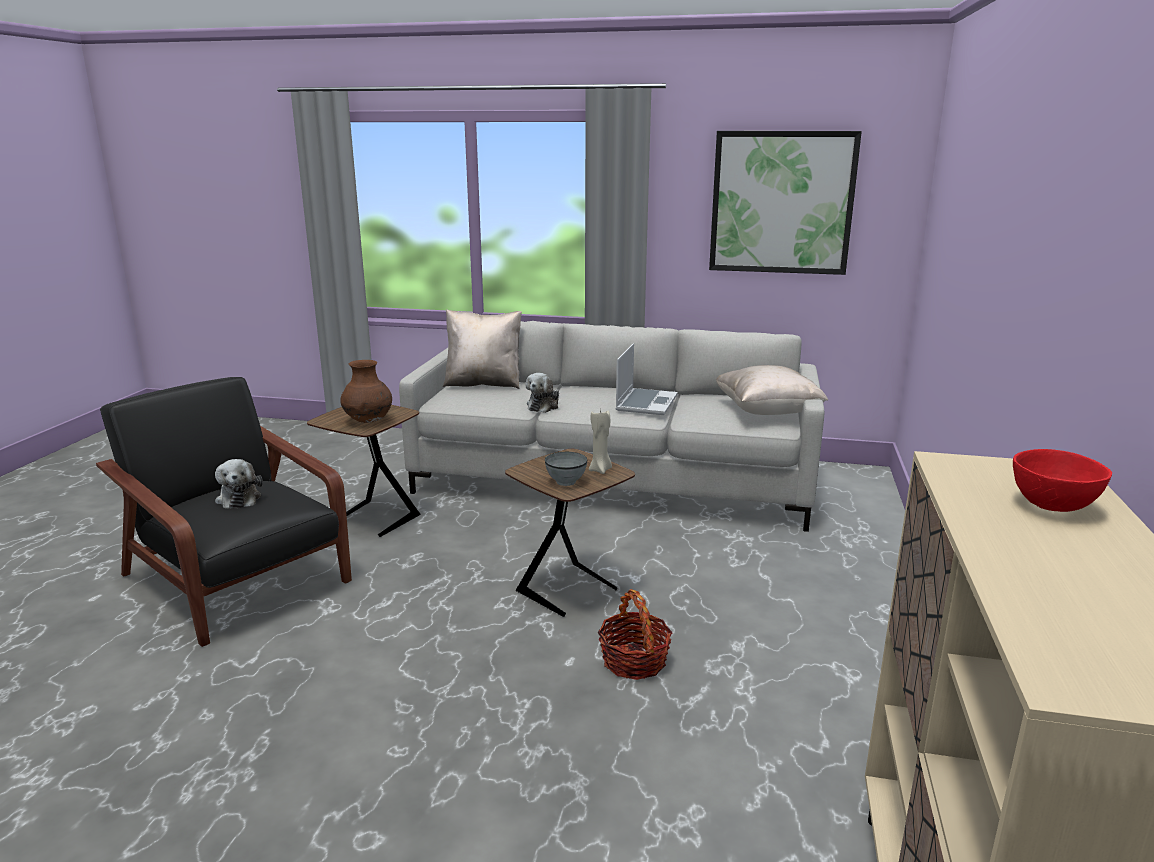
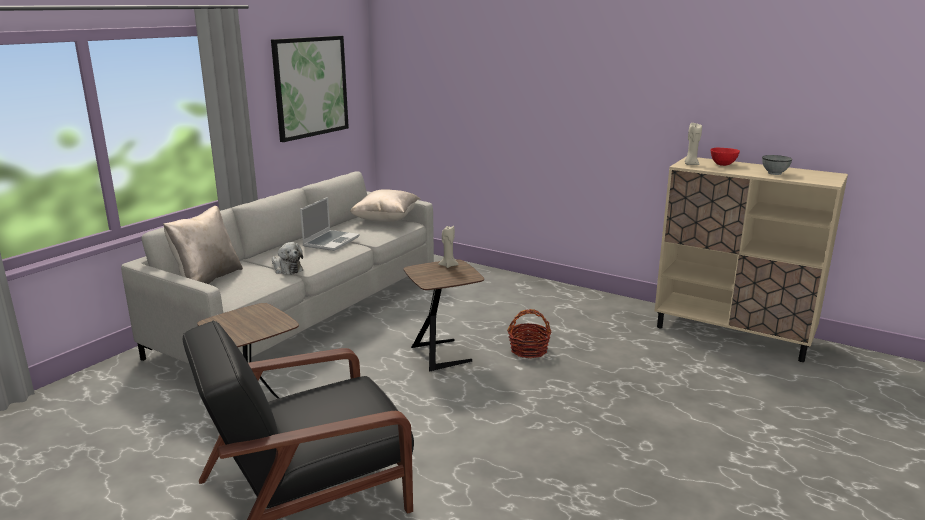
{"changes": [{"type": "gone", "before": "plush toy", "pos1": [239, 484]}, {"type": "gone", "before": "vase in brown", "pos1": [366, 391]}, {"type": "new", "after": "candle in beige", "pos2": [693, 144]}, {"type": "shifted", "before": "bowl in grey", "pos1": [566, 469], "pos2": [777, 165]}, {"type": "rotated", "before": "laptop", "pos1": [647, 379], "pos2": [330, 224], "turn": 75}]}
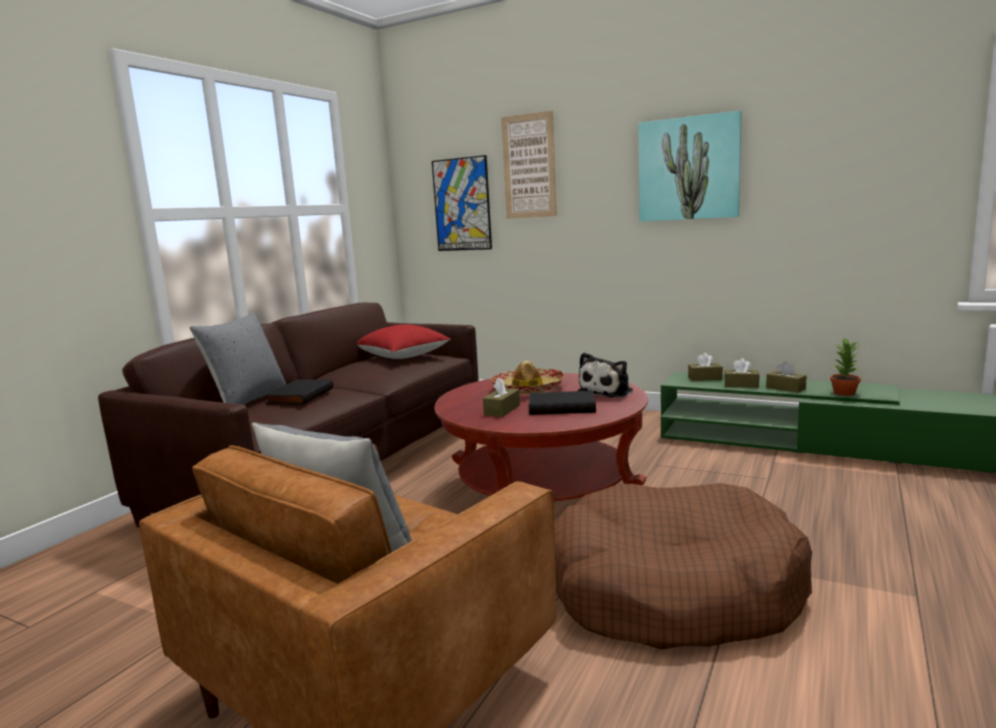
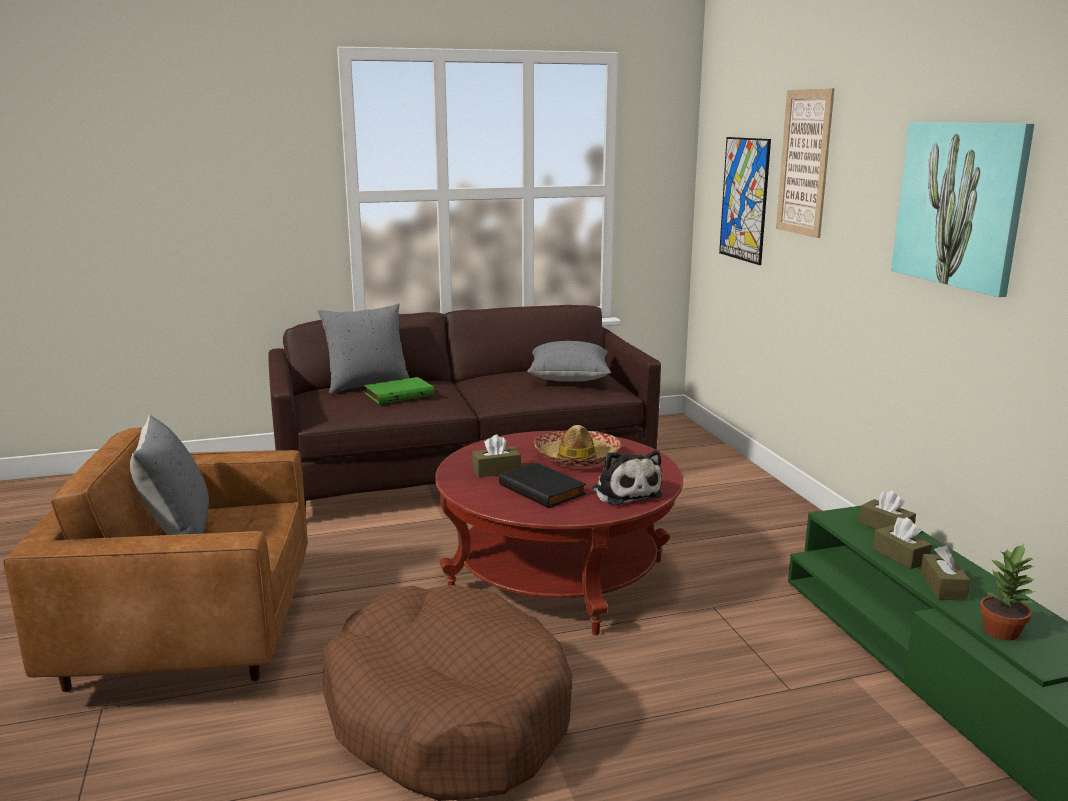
{"changes": [{"type": "repainted", "before": "book in black", "after": "book in green", "pos1": [299, 392], "pos2": [399, 390]}, {"type": "repainted", "before": "pillow in red", "after": "pillow in grey", "pos1": [404, 341], "pos2": [569, 361]}, {"type": "rotated", "before": "plush toy", "pos1": [605, 374], "pos2": [627, 478], "turn": -105}]}
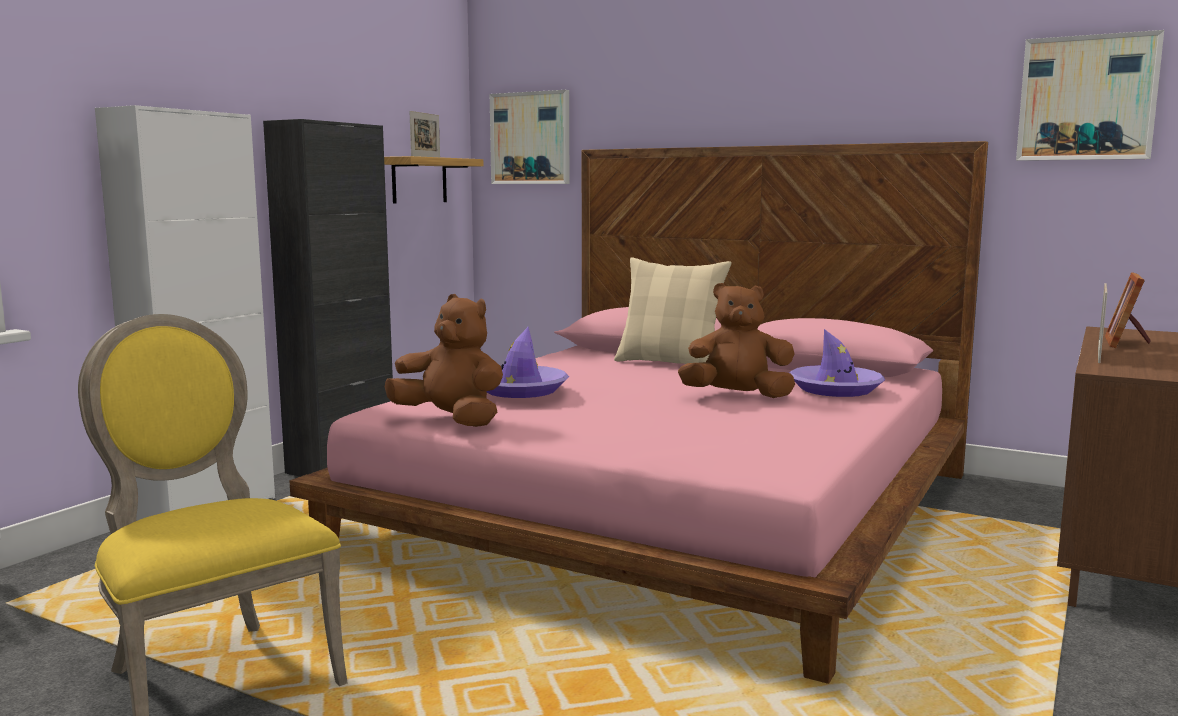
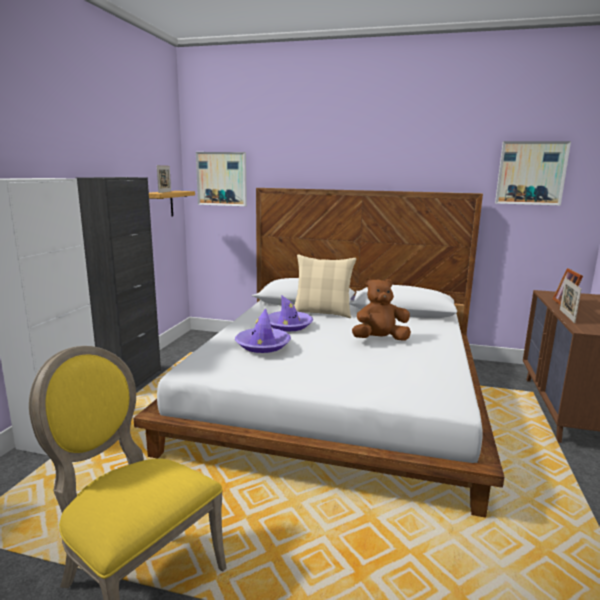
{"changes": [{"type": "gone", "before": "plush toy in brown", "pos1": [444, 360]}, {"type": "shifted", "before": "hat in purple", "pos1": [837, 363], "pos2": [290, 314]}, {"type": "repainted", "before": "bed in pink", "after": "bed in white", "pos1": [638, 412], "pos2": [318, 353]}]}
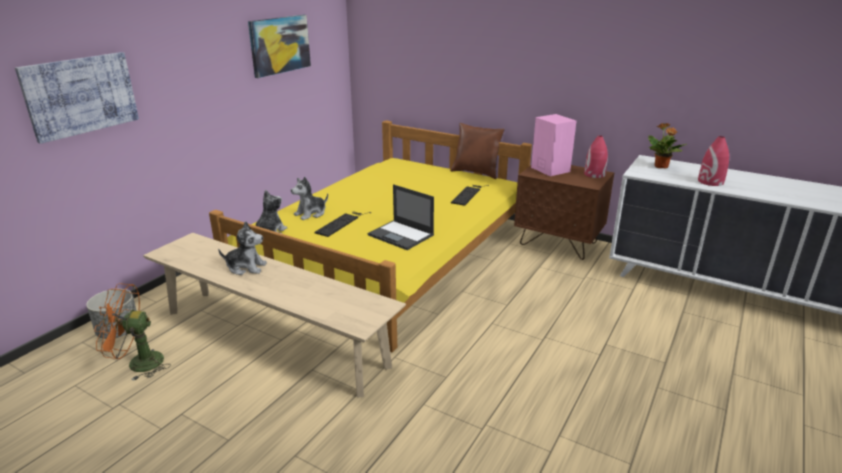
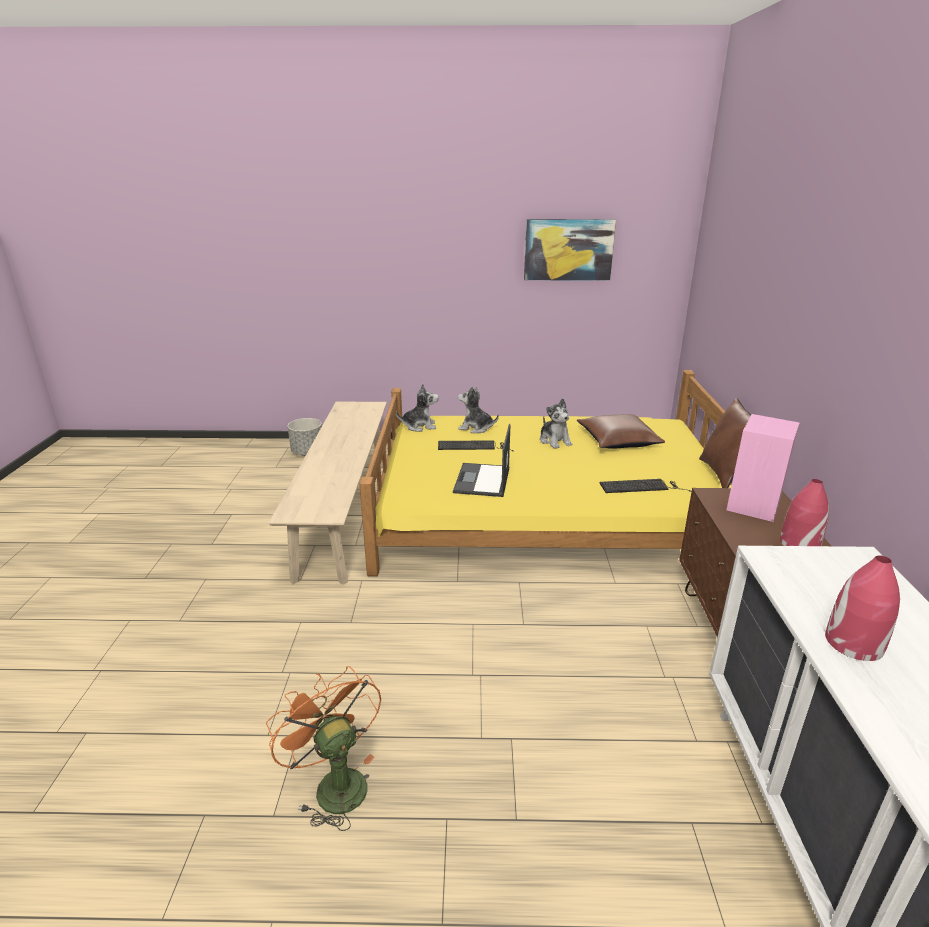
{"changes": [{"type": "gone", "before": "picture", "pos1": [77, 98]}, {"type": "gone", "before": "potted plant", "pos1": [667, 146]}, {"type": "new", "after": "pillow in brown", "pos2": [621, 431]}, {"type": "shifted", "before": "fan in orange", "pos1": [132, 332], "pos2": [323, 748]}, {"type": "shifted", "before": "plush toy", "pos1": [242, 248], "pos2": [556, 423]}]}
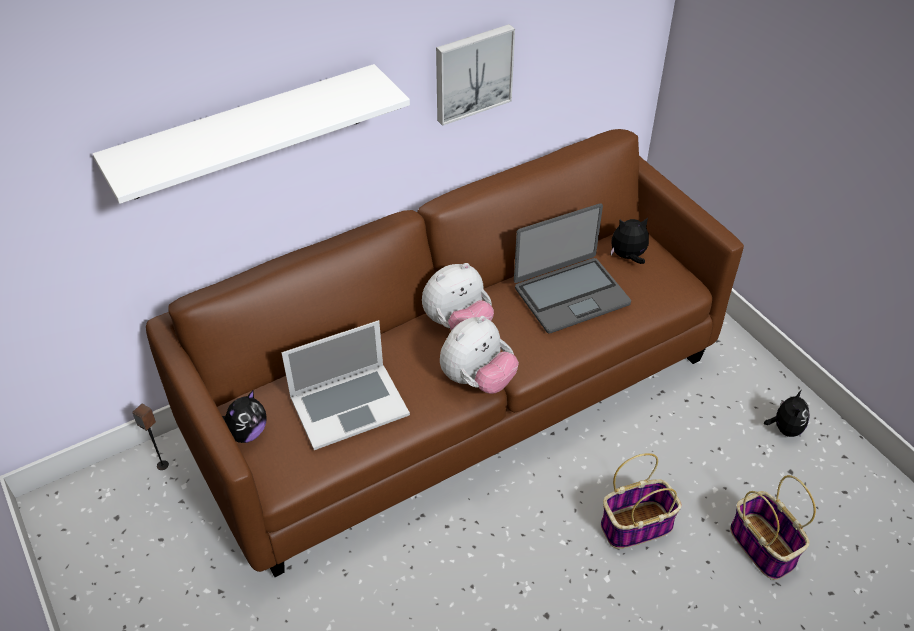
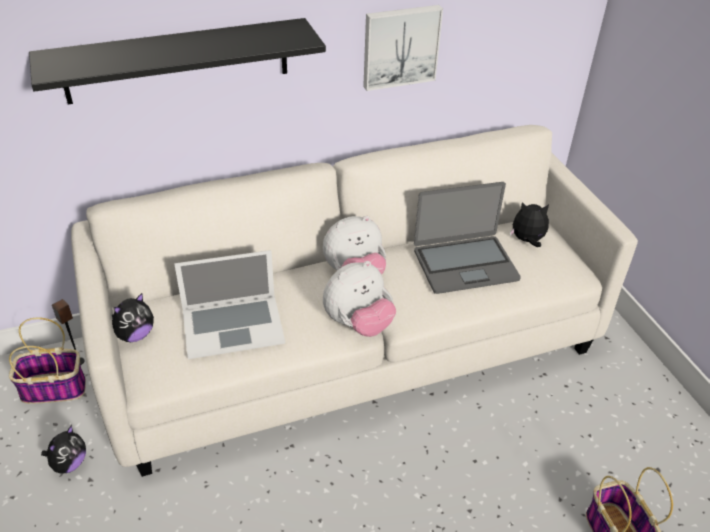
{"changes": [{"type": "shifted", "before": "basket", "pos1": [641, 501], "pos2": [47, 361]}, {"type": "shifted", "before": "plush toy", "pos1": [787, 413], "pos2": [63, 449]}, {"type": "repainted", "before": "shelf in white", "after": "shelf in black", "pos1": [251, 134], "pos2": [177, 61]}, {"type": "repainted", "before": "sofa in brown", "after": "sofa in white", "pos1": [445, 353], "pos2": [354, 301]}]}
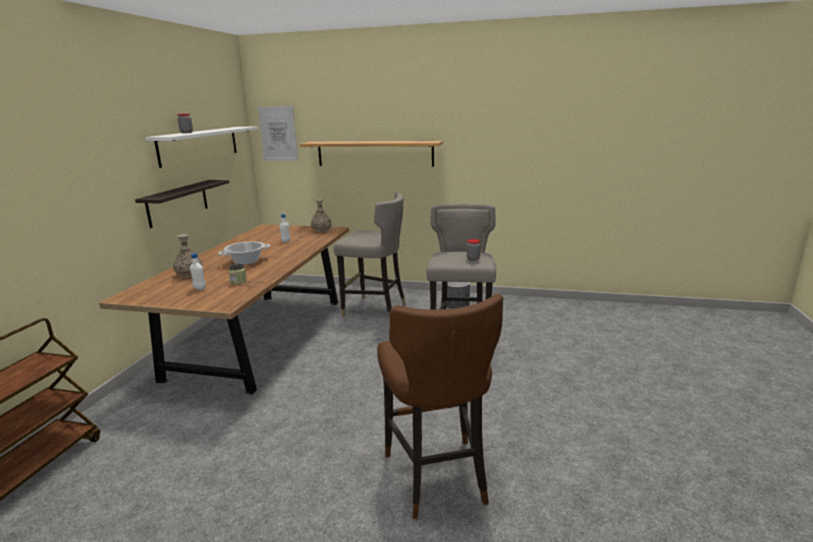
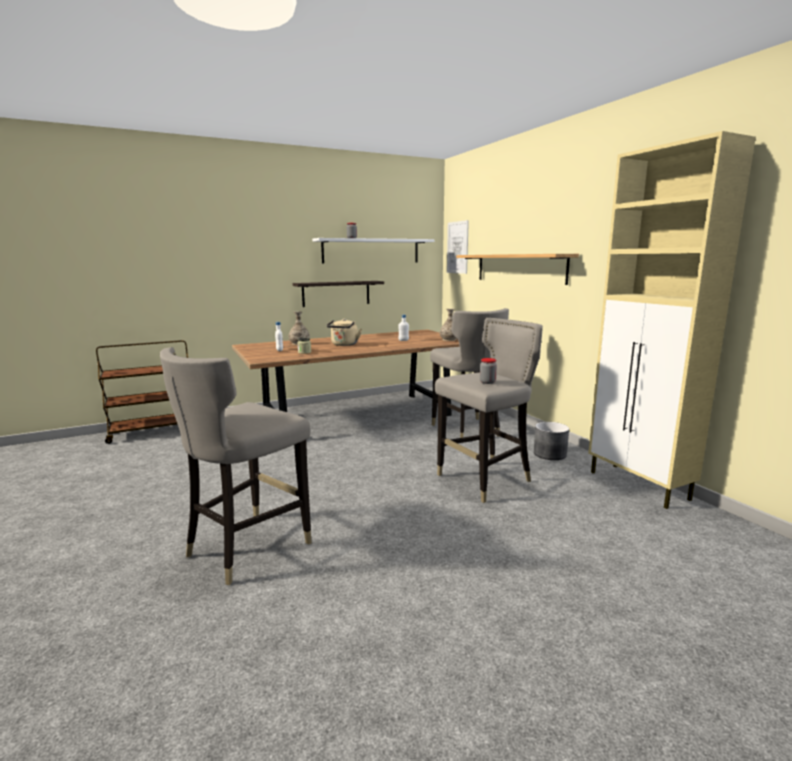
{"changes": [{"type": "new", "after": "cabinet in beige", "pos2": [672, 320]}, {"type": "swapped", "before": "cooking pot", "after": "kettle in beige", "pos1": [244, 253], "pos2": [344, 332]}, {"type": "repainted", "before": "stool in brown", "after": "stool in grey", "pos1": [440, 406], "pos2": [236, 466]}]}
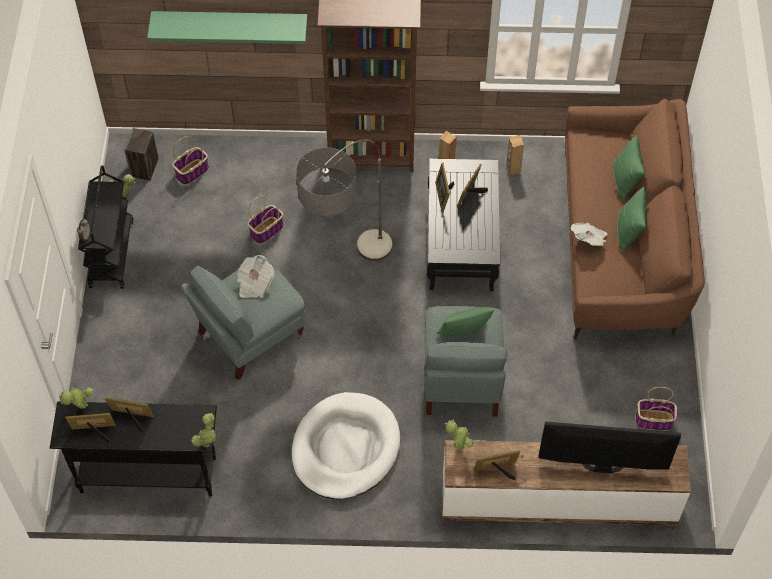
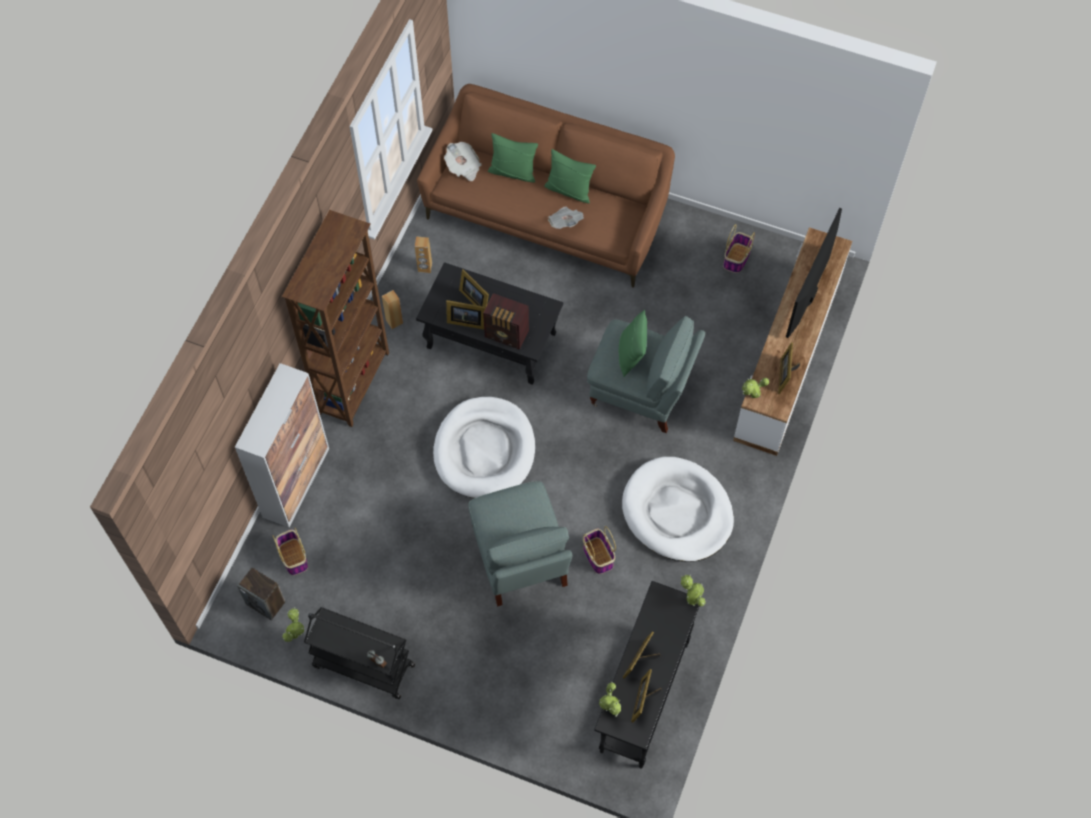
{"changes": [{"type": "gone", "before": "shelf in green", "pos1": [227, 27]}, {"type": "new", "after": "cabinet", "pos2": [282, 445]}, {"type": "new", "after": "radio", "pos2": [506, 321]}, {"type": "shifted", "before": "newspaper", "pos1": [255, 276], "pos2": [463, 161]}, {"type": "shifted", "before": "basket", "pos1": [265, 219], "pos2": [599, 550]}, {"type": "swapped", "before": "floor lamp", "after": "dog bed in white", "pos1": [344, 200], "pos2": [484, 447]}]}
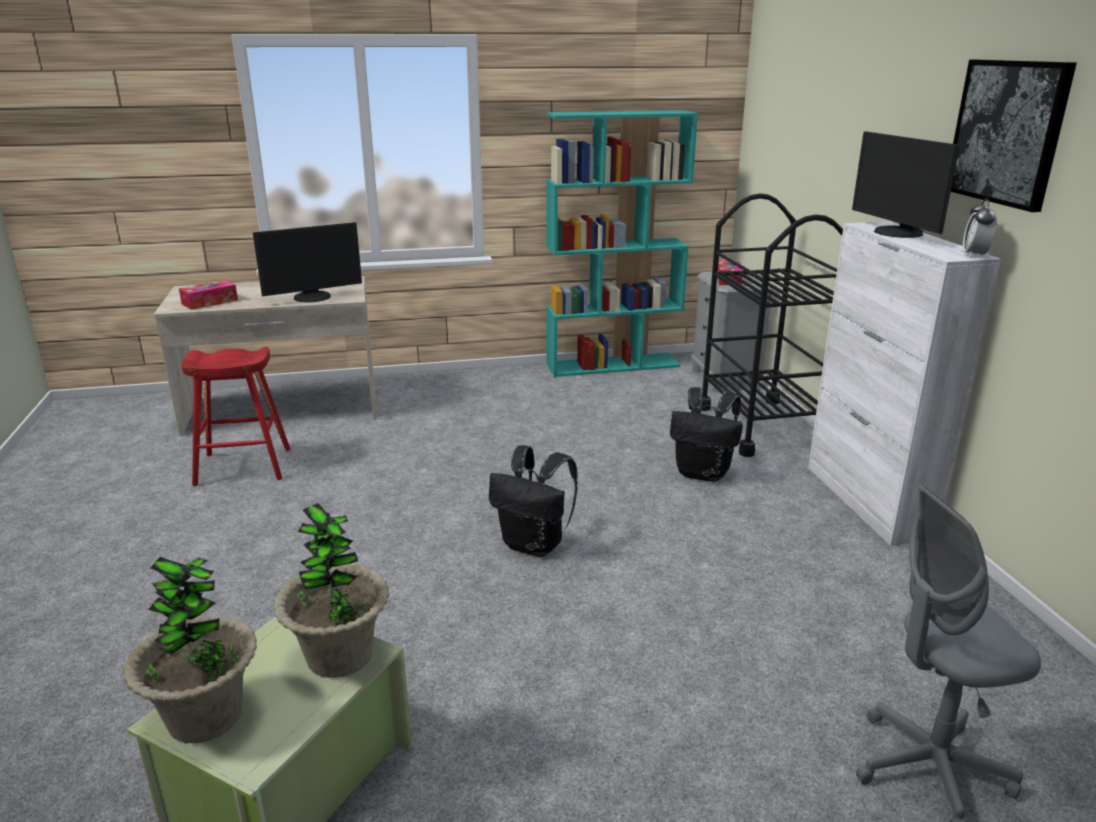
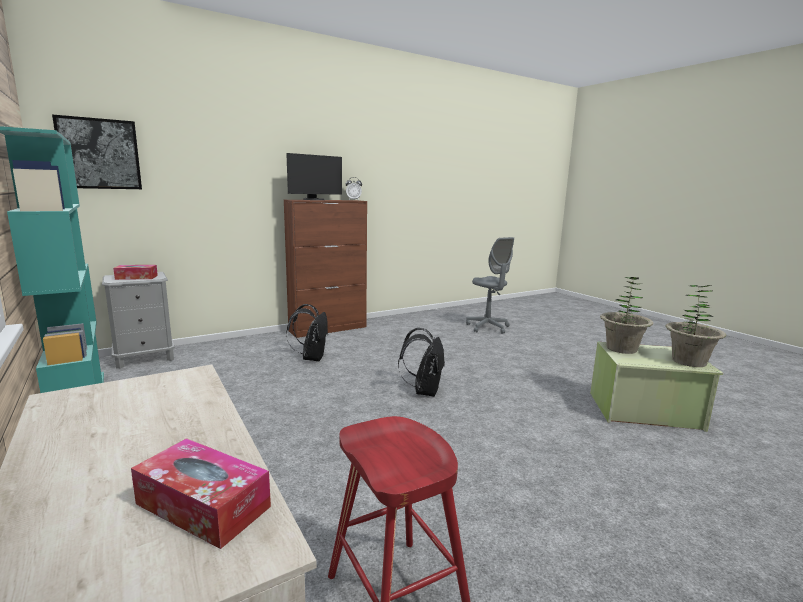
{"changes": [{"type": "gone", "before": "monitor", "pos1": [307, 262]}, {"type": "gone", "before": "cart in black", "pos1": [772, 325]}, {"type": "shifted", "before": "picture", "pos1": [1014, 136], "pos2": [97, 151]}, {"type": "repainted", "before": "cabinet in white", "after": "cabinet in brown", "pos1": [904, 383], "pos2": [325, 269]}]}
